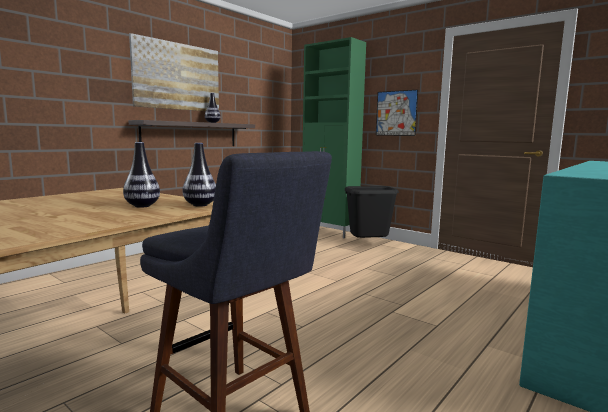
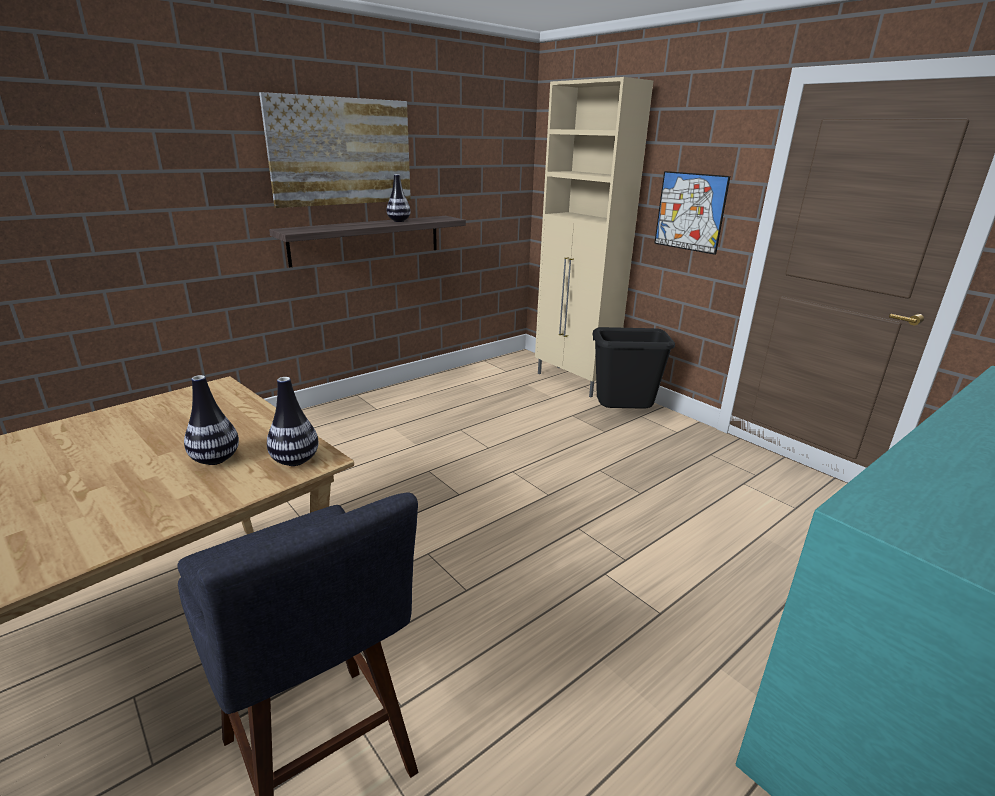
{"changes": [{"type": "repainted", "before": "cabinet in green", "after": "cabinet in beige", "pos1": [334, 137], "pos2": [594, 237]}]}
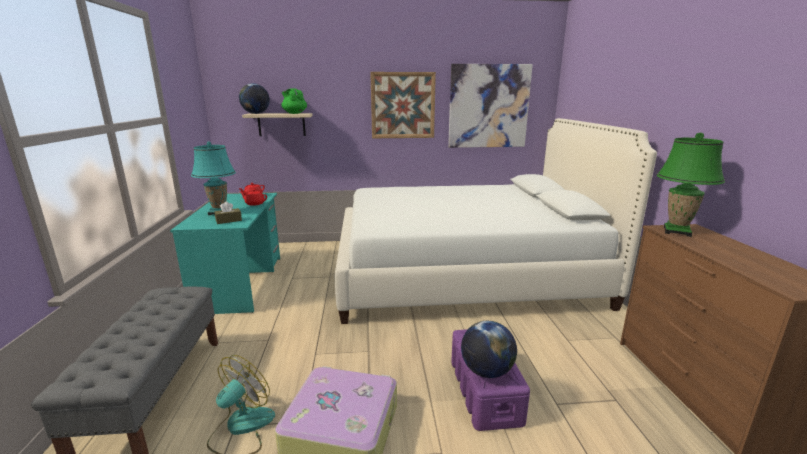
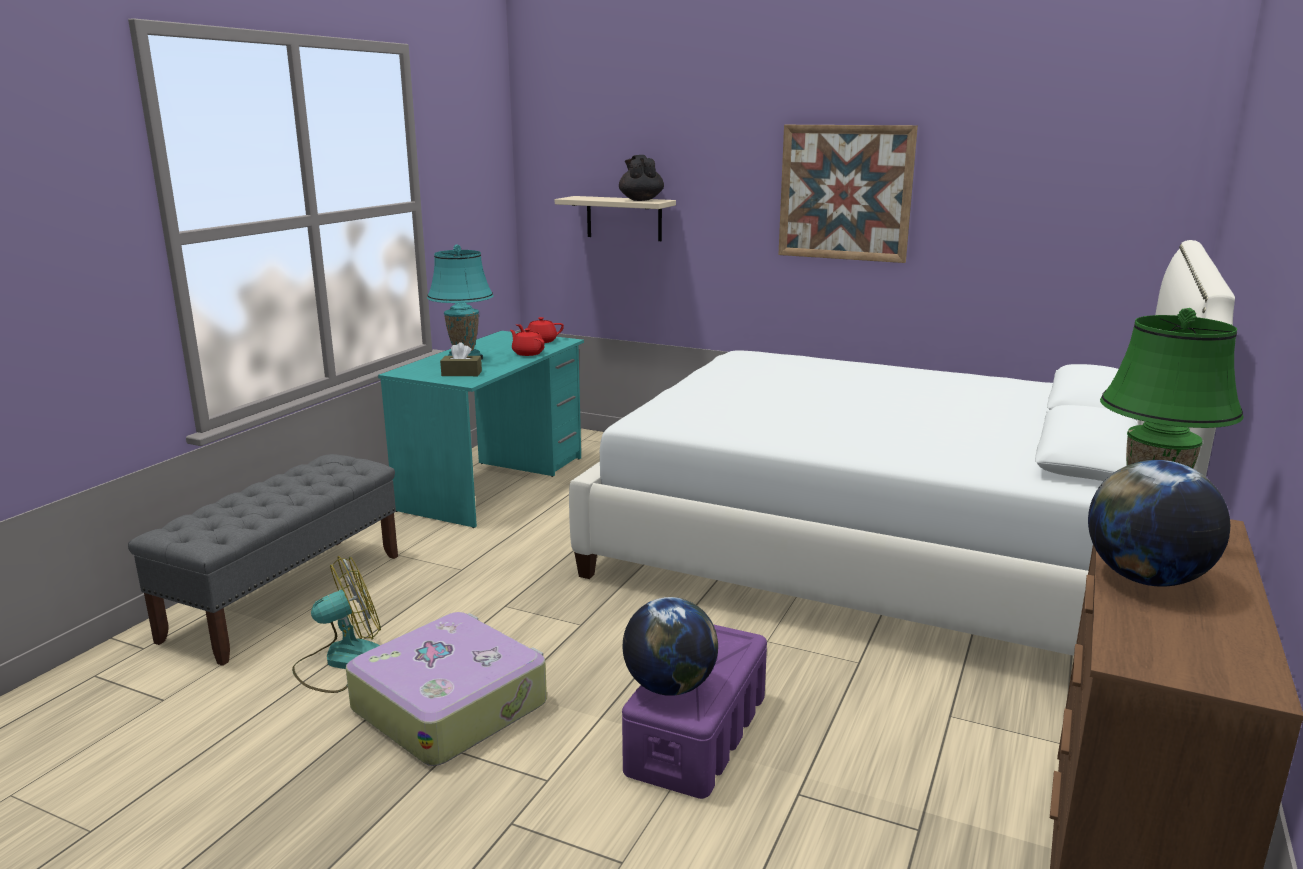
{"changes": [{"type": "gone", "before": "picture", "pos1": [490, 106]}, {"type": "shifted", "before": "globe", "pos1": [254, 98], "pos2": [1159, 523]}, {"type": "repainted", "before": "teapot in green", "after": "teapot in black", "pos1": [294, 101], "pos2": [641, 178]}]}
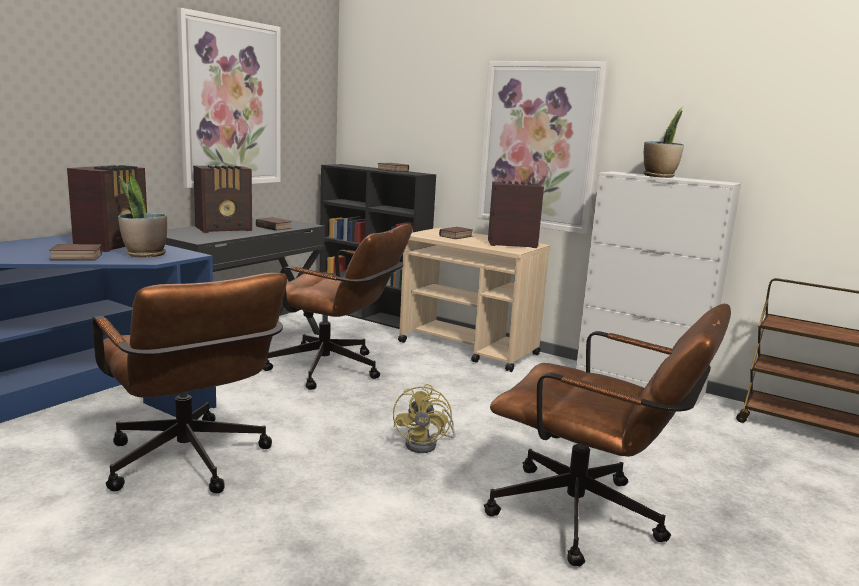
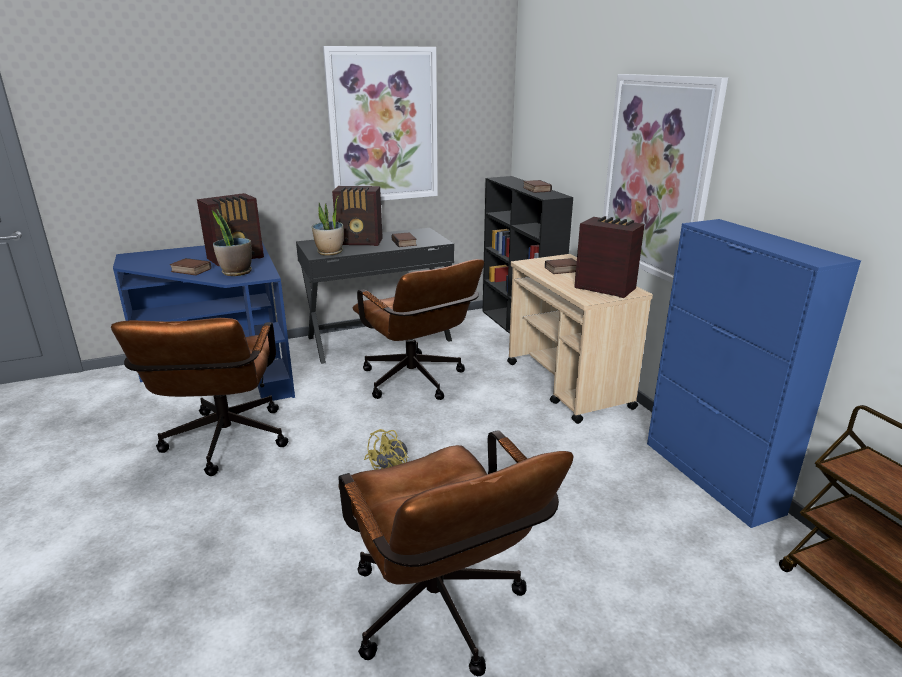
{"changes": [{"type": "shifted", "before": "potted plant", "pos1": [664, 142], "pos2": [328, 226]}, {"type": "repainted", "before": "cabinet in white", "after": "cabinet in blue", "pos1": [658, 288], "pos2": [754, 373]}]}
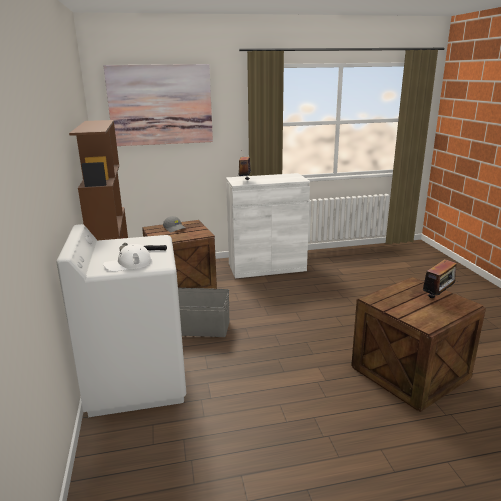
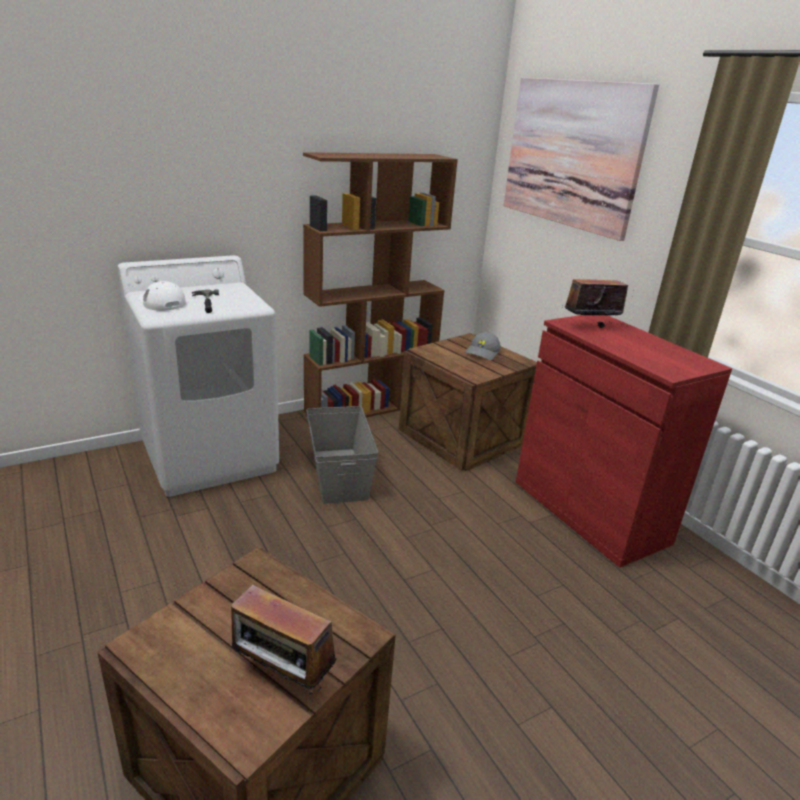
{"changes": [{"type": "repainted", "before": "cabinet in white", "after": "cabinet in red", "pos1": [268, 225], "pos2": [624, 441]}]}
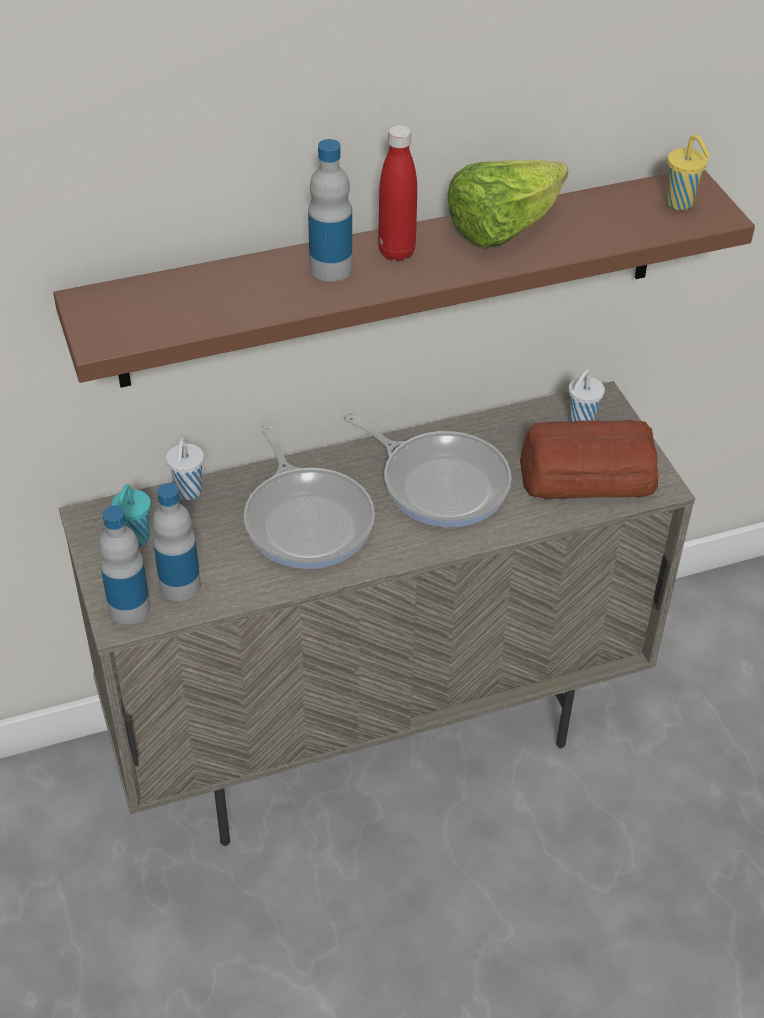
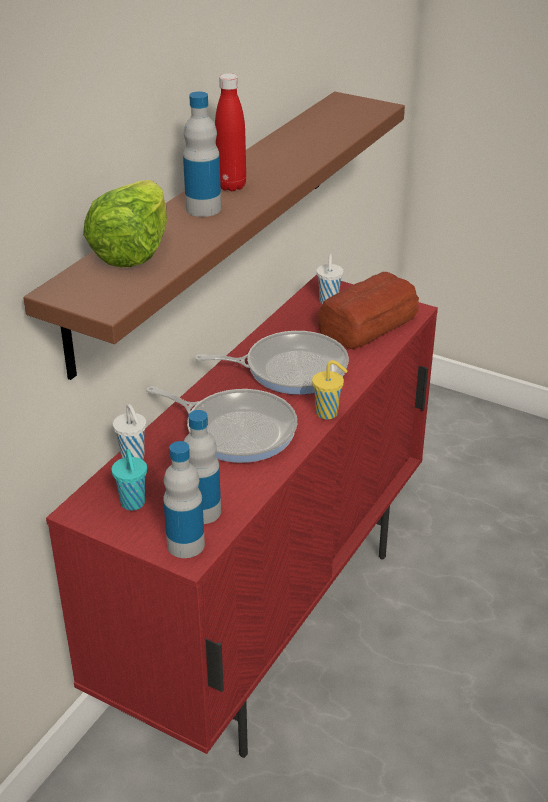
{"changes": [{"type": "shifted", "before": "lettuce", "pos1": [508, 203], "pos2": [125, 223]}, {"type": "shifted", "before": "cup in yellow", "pos1": [688, 172], "pos2": [330, 390]}, {"type": "repainted", "before": "cabinet in beige", "after": "cabinet in red", "pos1": [377, 613], "pos2": [242, 516]}]}
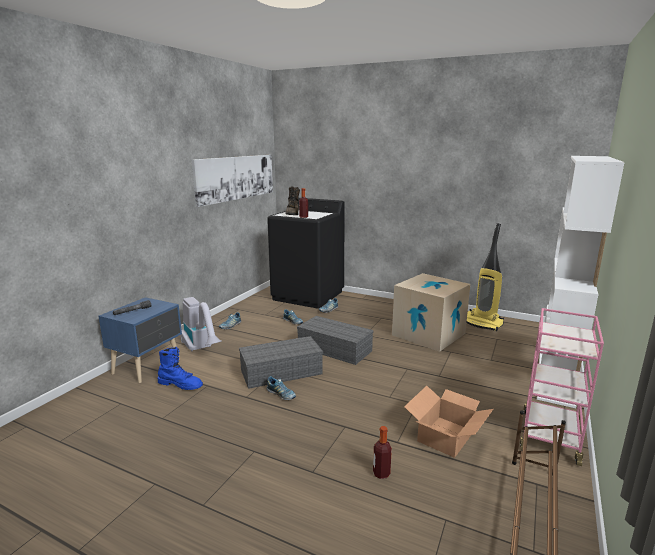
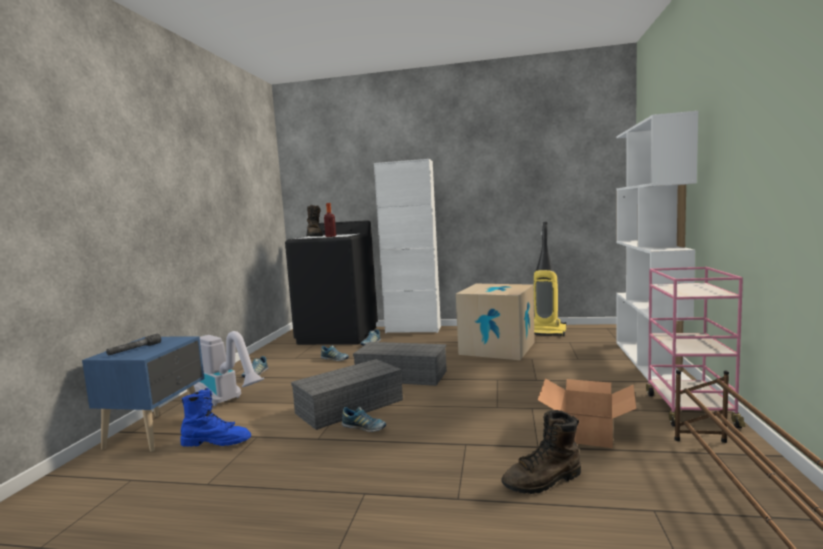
{"changes": [{"type": "gone", "before": "picture", "pos1": [232, 181]}, {"type": "new", "after": "cabinet in white", "pos2": [407, 246]}, {"type": "swapped", "before": "bottle", "after": "boot in brown", "pos1": [382, 452], "pos2": [541, 452]}]}
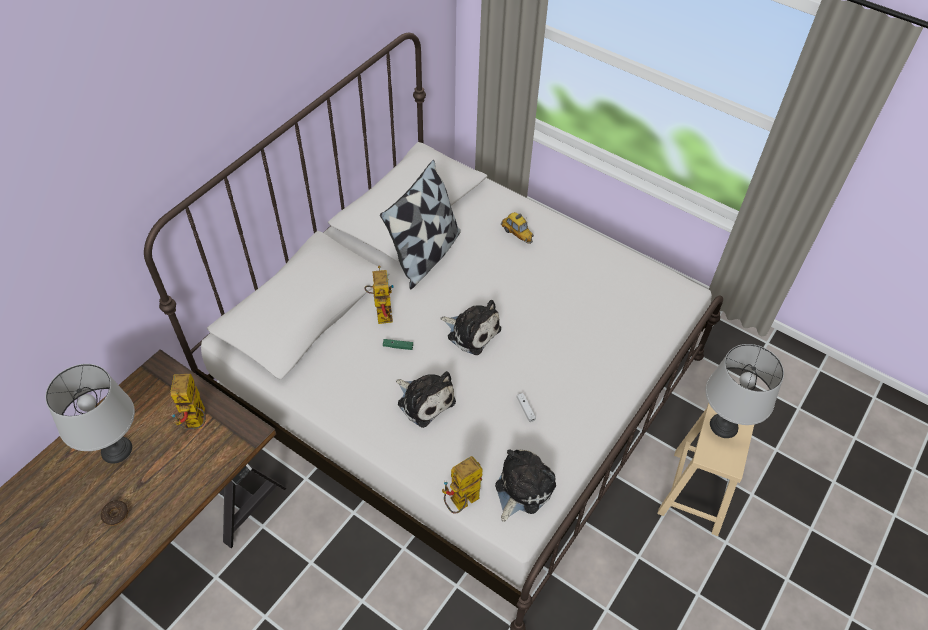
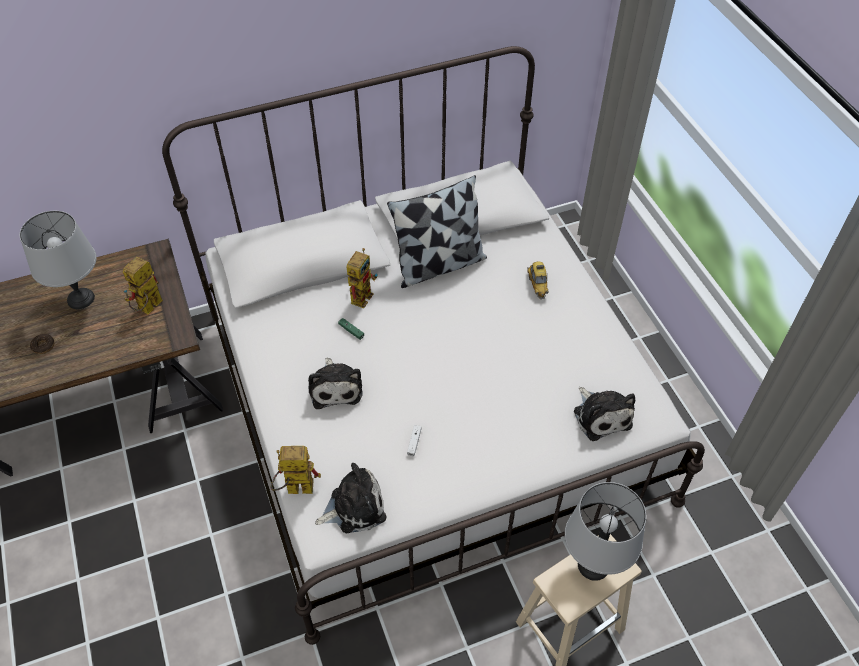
{"changes": [{"type": "shifted", "before": "plush toy", "pos1": [470, 327], "pos2": [604, 414]}]}
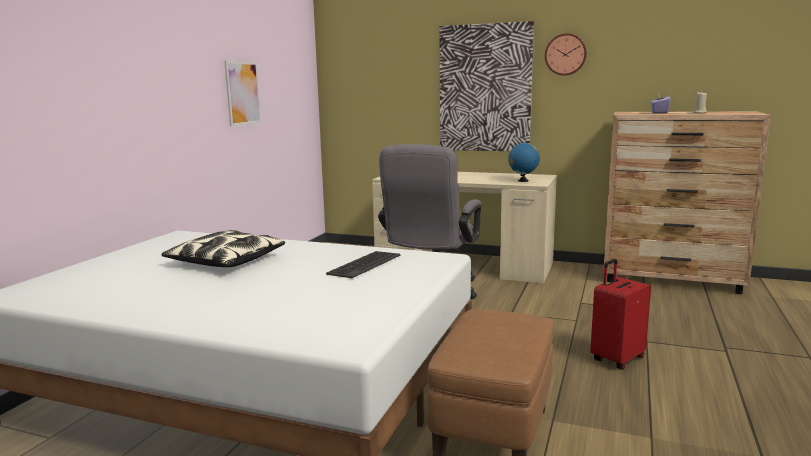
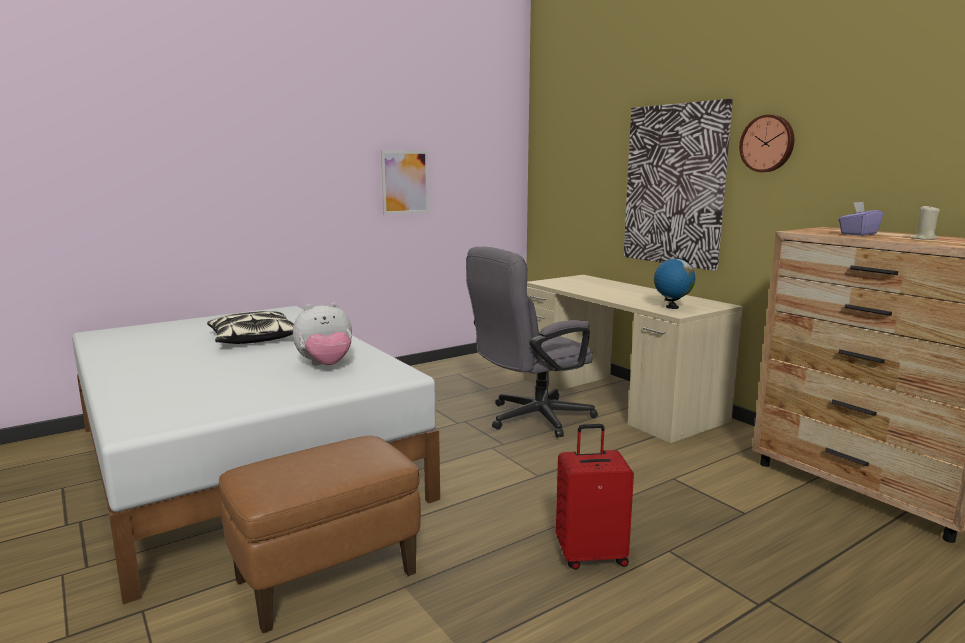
{"changes": [{"type": "swapped", "before": "keyboard", "after": "plush toy", "pos1": [363, 264], "pos2": [322, 333]}]}
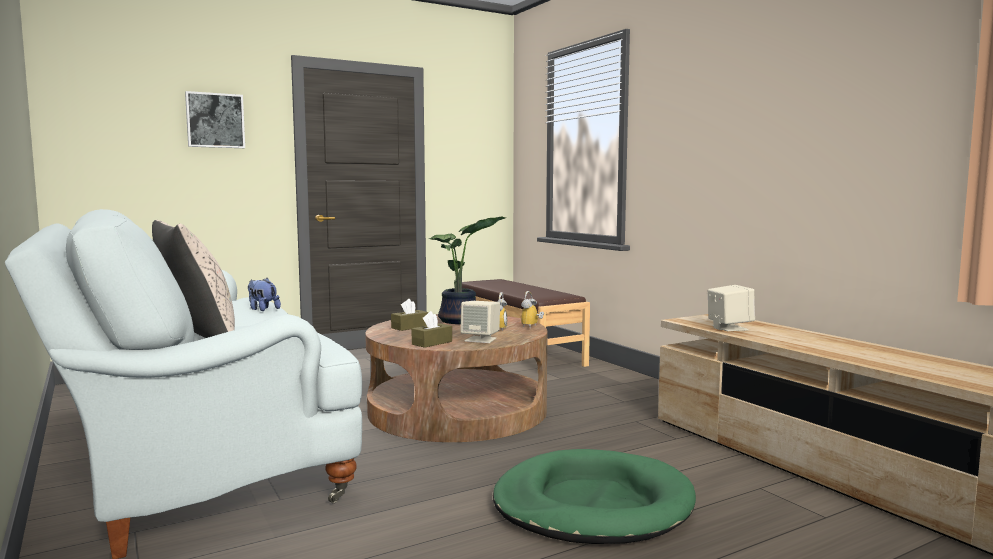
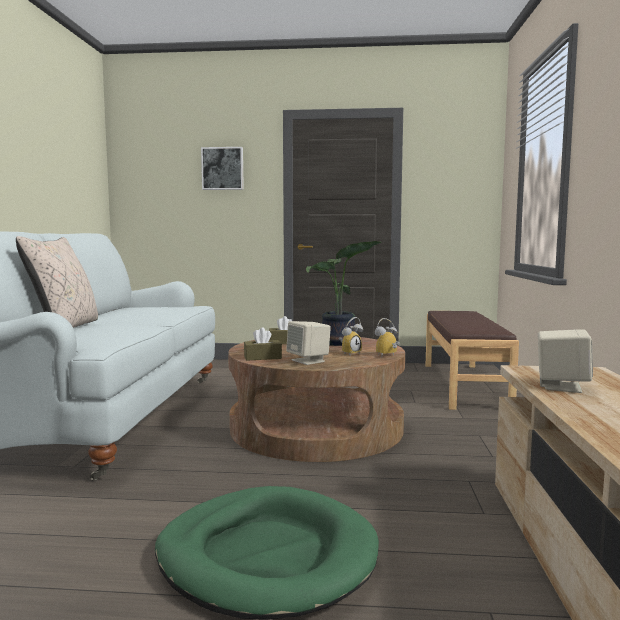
{"changes": [{"type": "gone", "before": "plush toy", "pos1": [264, 294]}]}
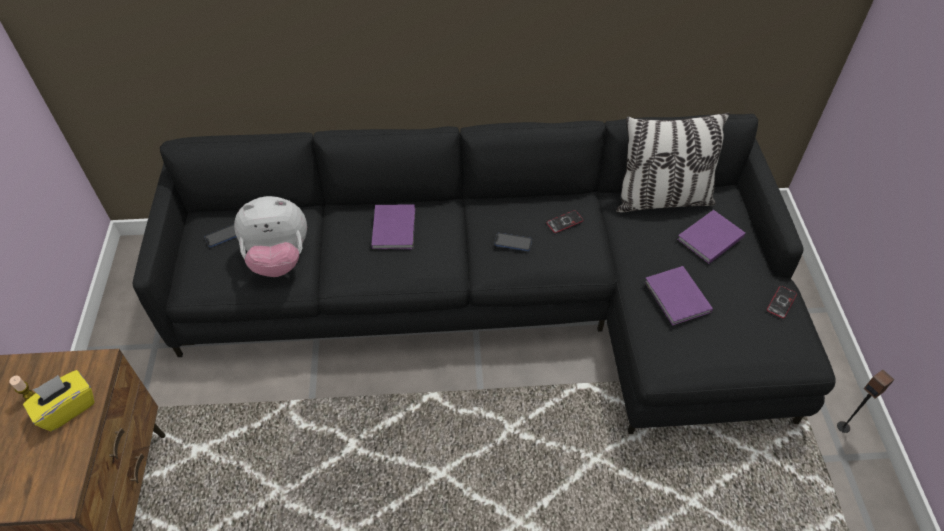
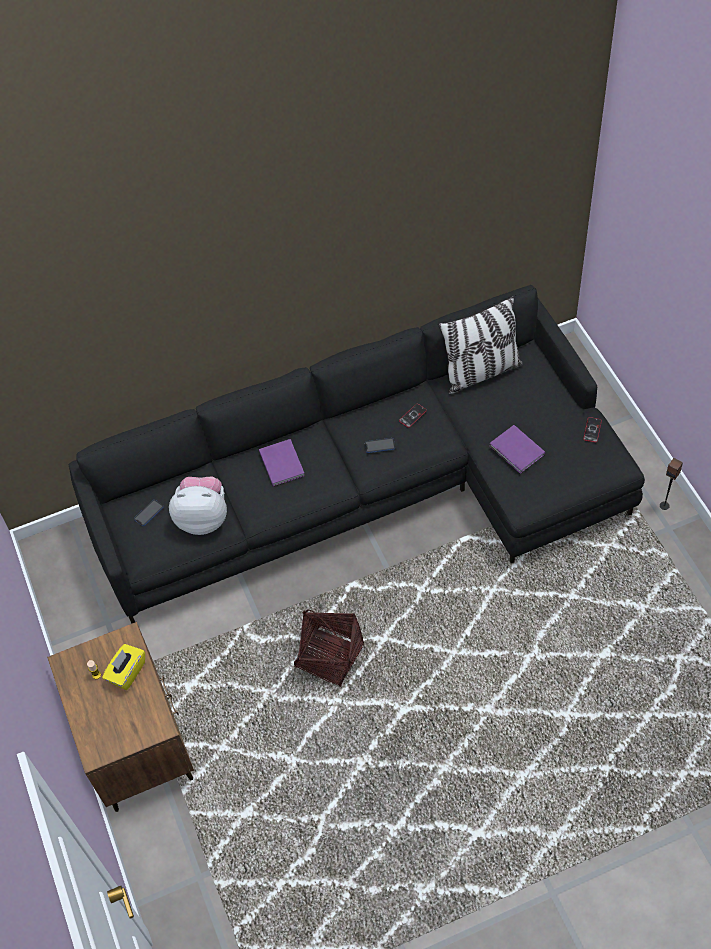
{"changes": [{"type": "gone", "before": "book in purple", "pos1": [711, 237]}, {"type": "new", "after": "basket", "pos2": [329, 648]}, {"type": "rotated", "before": "plush toy", "pos1": [270, 236], "pos2": [198, 505], "turn": -150}]}
